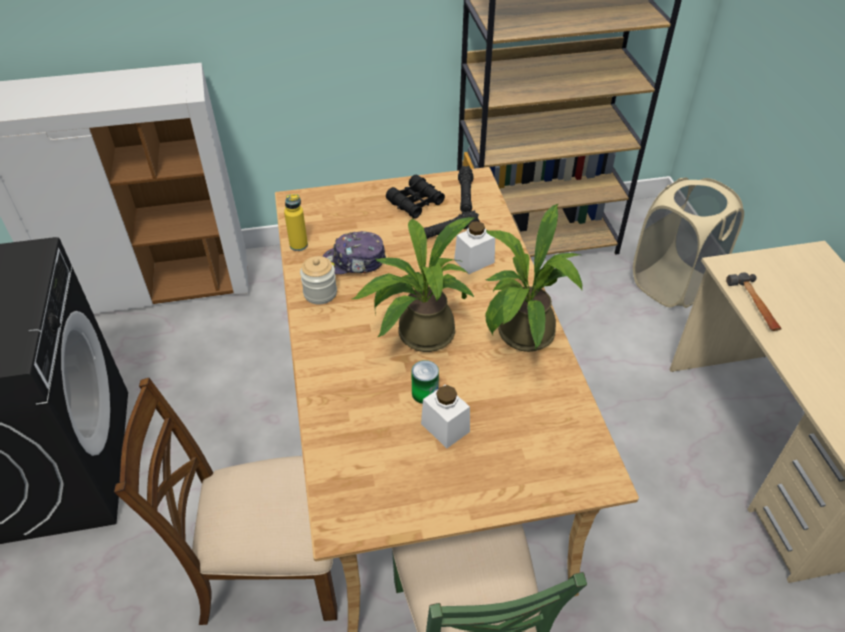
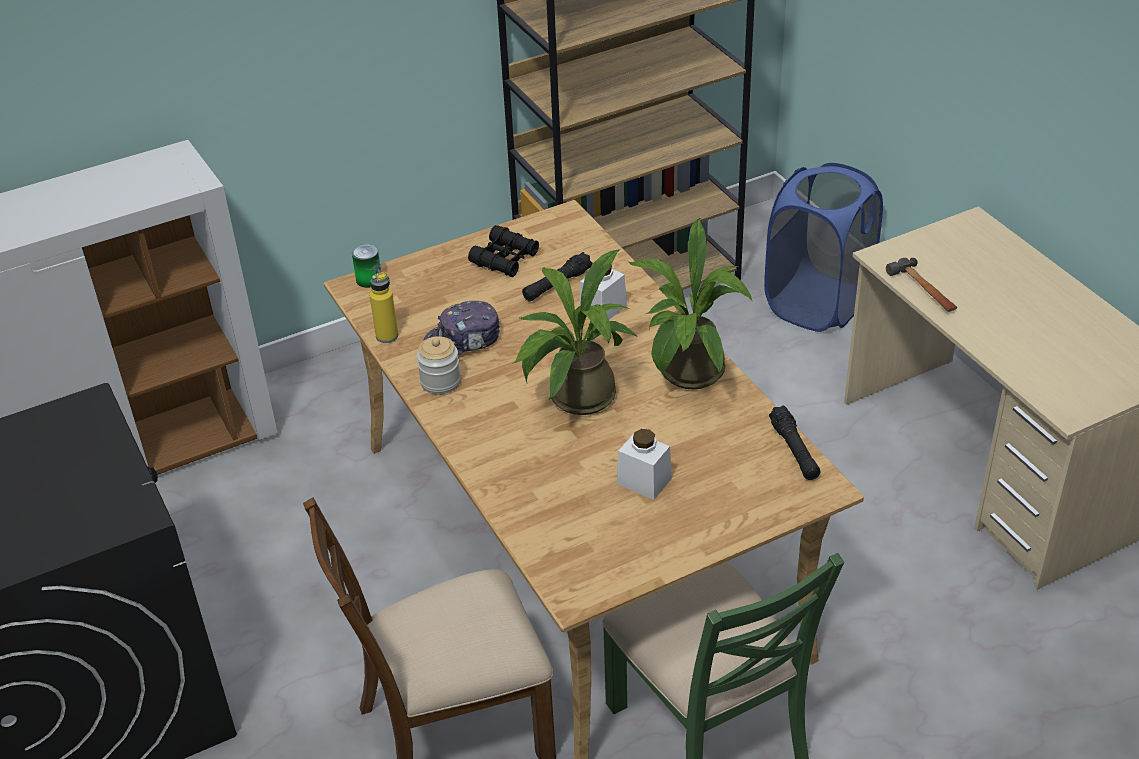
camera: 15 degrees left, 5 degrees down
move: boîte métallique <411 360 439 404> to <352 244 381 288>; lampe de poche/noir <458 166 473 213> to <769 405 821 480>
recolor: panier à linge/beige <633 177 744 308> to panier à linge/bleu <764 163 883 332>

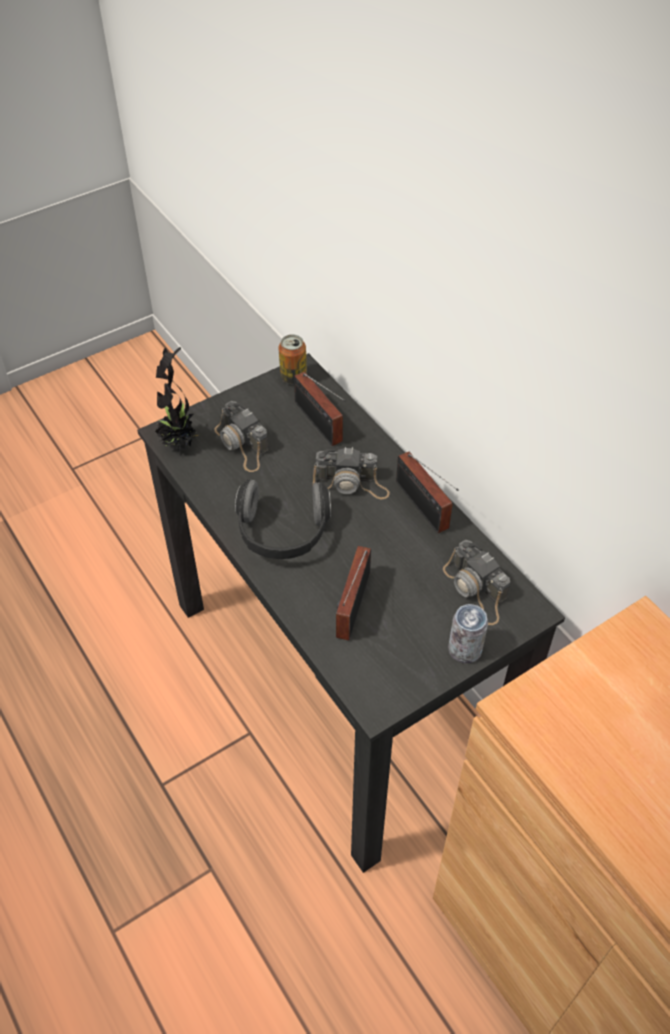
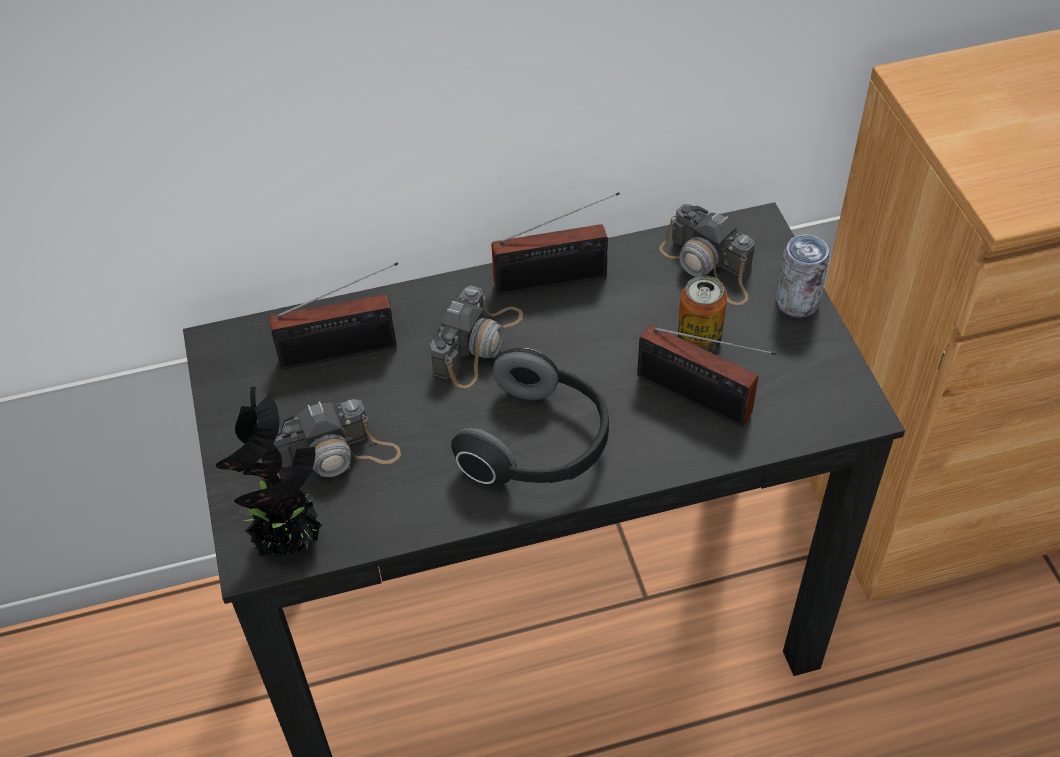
camera: 70 degrees left, 0 degrees up
move: boîte métallique <278 334 307 384> to <677 276 727 353>
rotate: appareil photo <443 540 510 625> = <659 204 755 305> 60 degrees clockwise

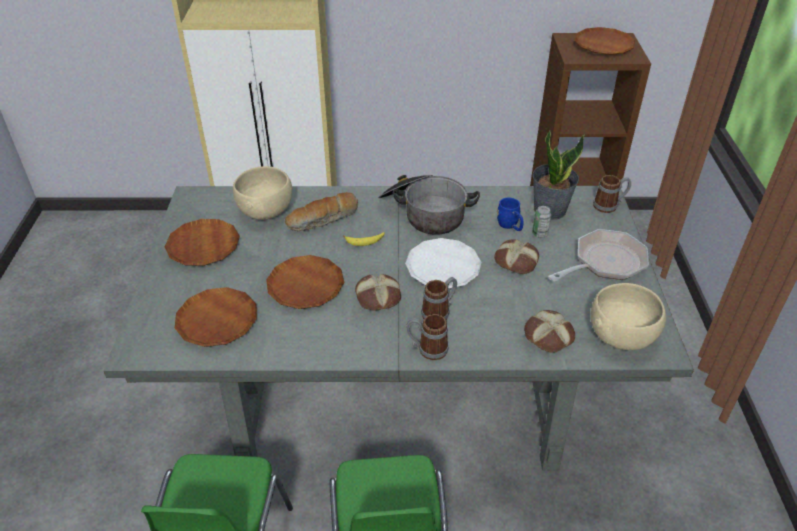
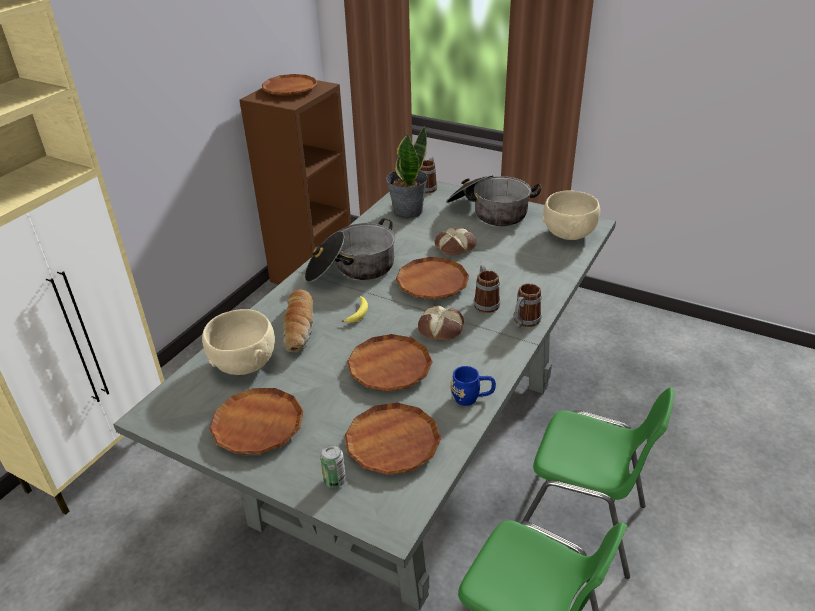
camera: 60 degrees left, 5 degrees down
delete: pain <524 310 575 353>
move: mug/bleu <497 197 524 231> to <450 366 496 406>; boîte métallique <532 206 552 238> to <320 445 346 488>
replace: poêle <548 229 649 282> to marmite <446 175 542 226>
recolor: assiette/blanc <405 238 481 289> to assiette/marron <396 257 469 300>

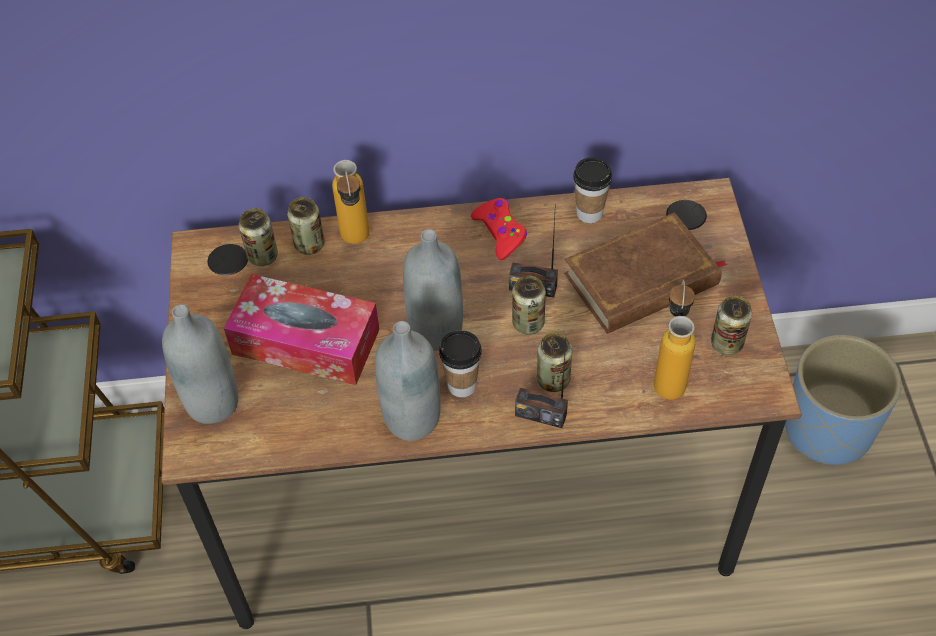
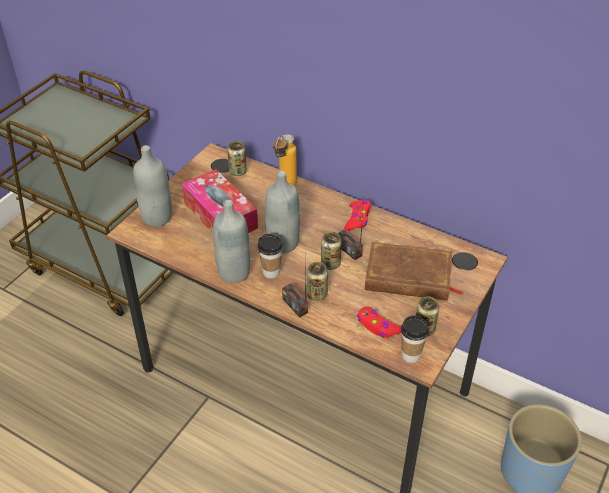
camera: 35 degrees right, 10 degrees down
delete: boîte métallique <287 197 325 255>
move: tasse <573 157 612 223> to <401 316 429 363>
replace: bouteille <654 279 696 400> to manette/rouge <357 307 402 338>

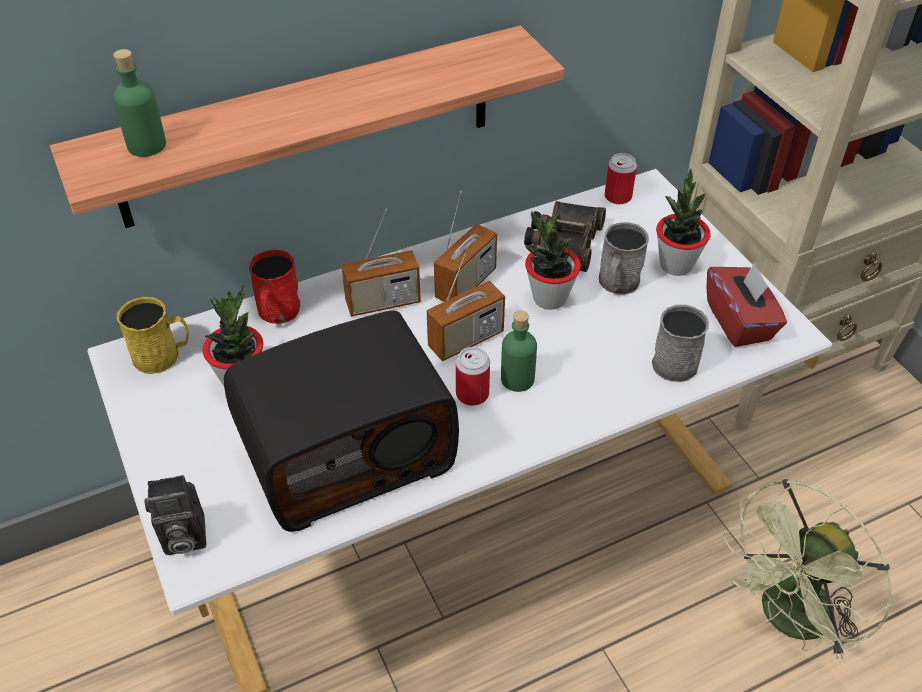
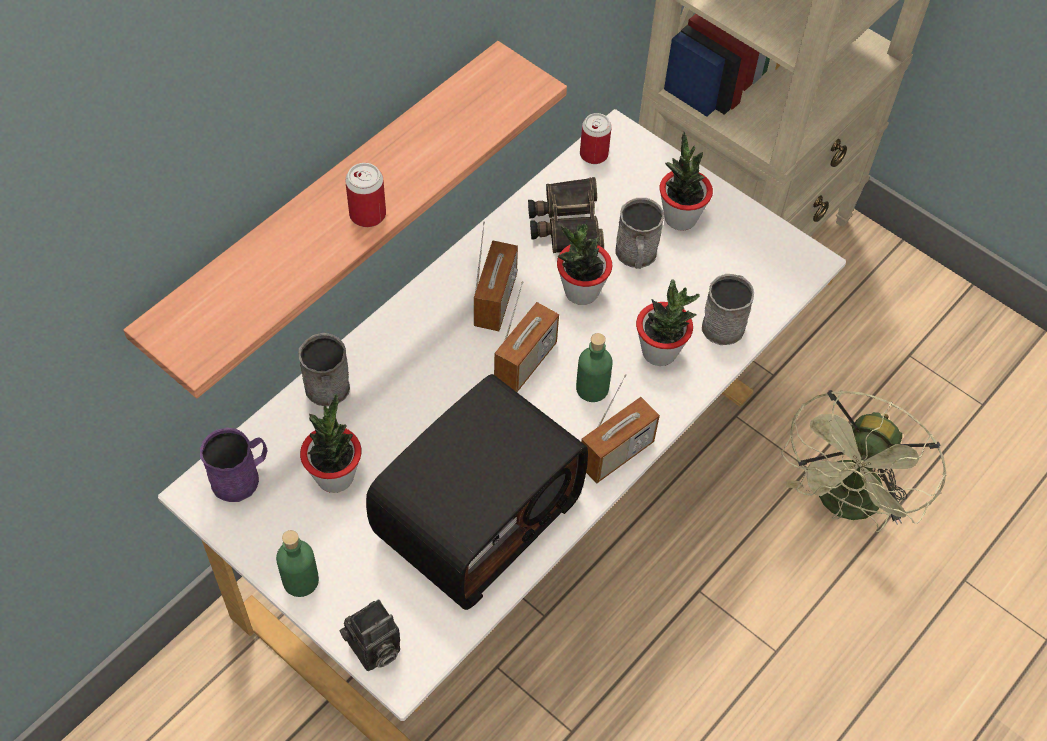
camera: 25 degrees left, 10 degrees up
delete: boîte à mouchoirs/rouge <707 262 787 347>
insert: plante en pot <636 279 700 366>
move: bouteille/vert <113 49 166 157> to <276 530 319 597>; radio <341 208 421 317> to <581 374 660 483>; boîte métallique <456 347 490 406> to <345 163 386 227>
recolor: mug/jaune <117 297 189 374> to mug/violet <200 427 267 502>; mug/rouge <249 250 300 324> to mug/gris <299 333 350 407>

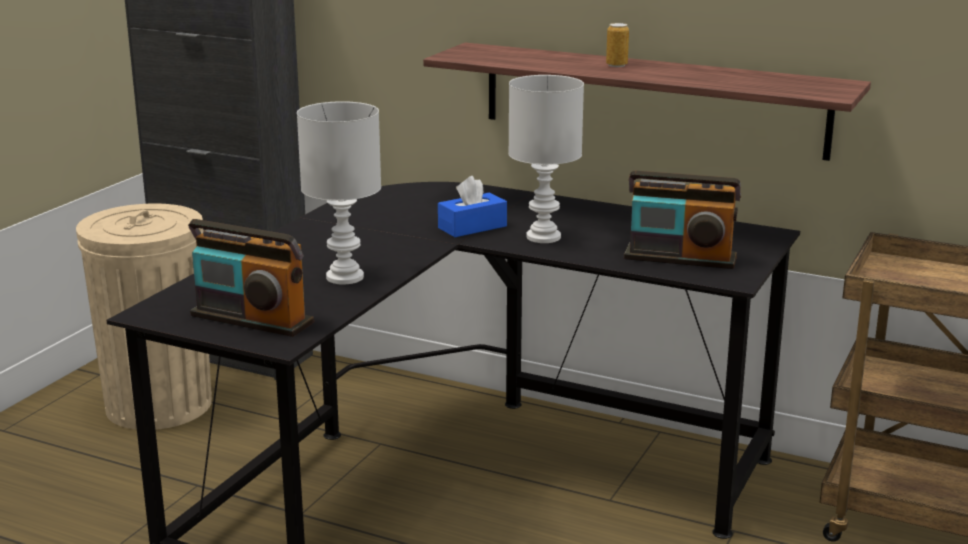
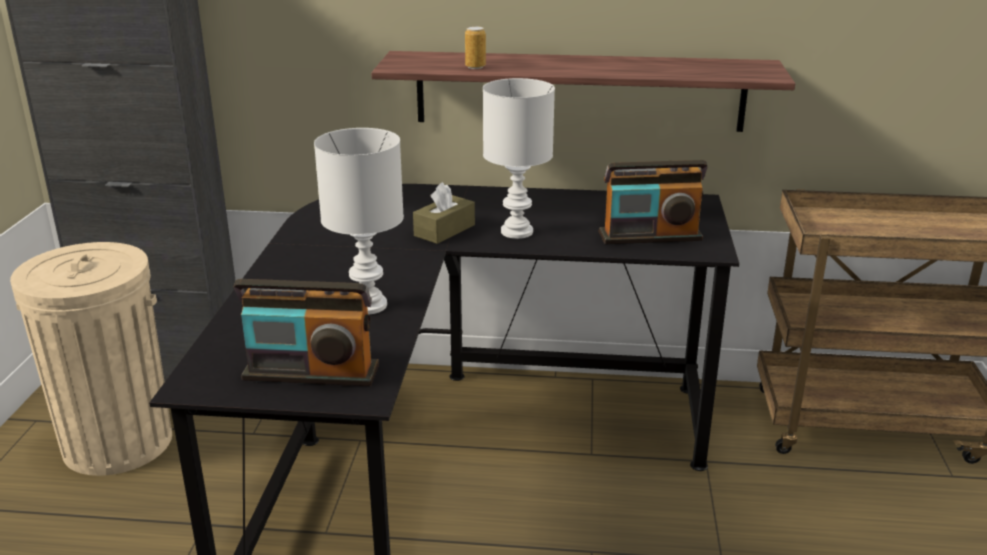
camera: 20 degrees left, 5 degrees up
move: boîte métallique <606 23 629 67> to <465 26 486 69>
recolor: boîte à mouchoirs/bleu <438 176 507 237> to boîte à mouchoirs/marron <413 182 475 244>

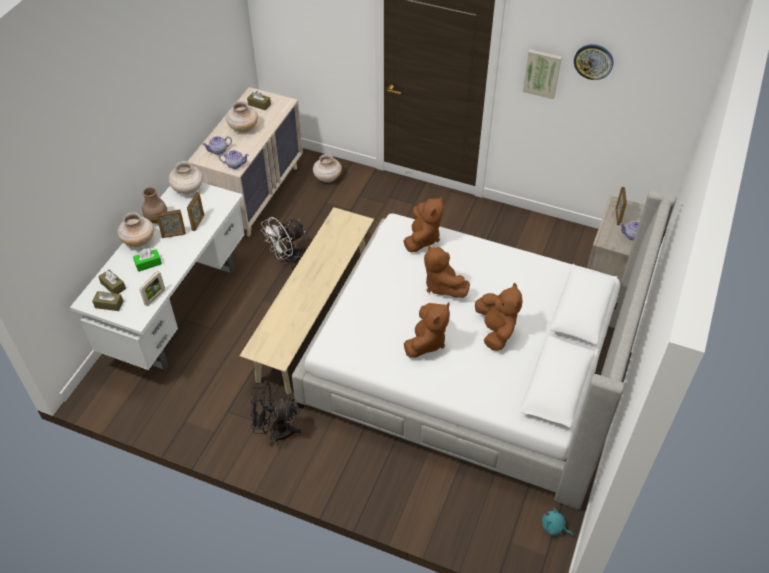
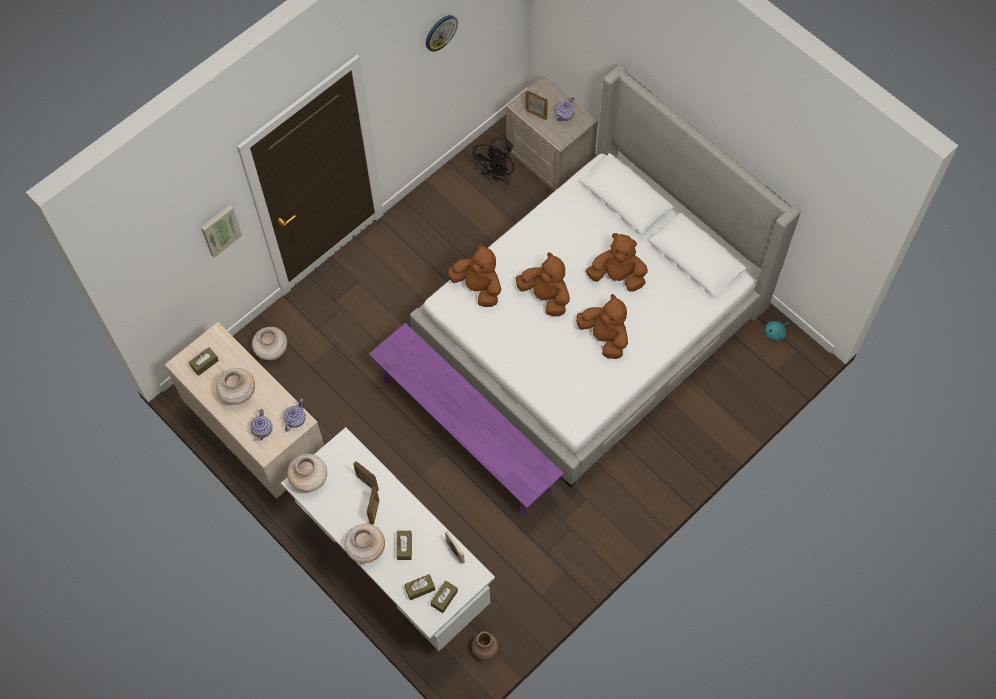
camera: 65 degrees left, 15 degrees up
delete: ventilateur/blanc <261 217 306 269>
move: vase/marron <142 187 167 224> to <472 632 499 660>; ventilateur/noir <250 383 302 446> to <469 135 514 185>; tableau <523 49 562 99> to <201 205 242 258>
recolor: boîte à mouchoirs/vert <133 248 162 272> to boîte à mouchoirs/marron <396 531 412 560>; banc/beige <240 207 374 395> to banc/violet <369 323 564 516>
rotate: peluche/marron <424 244 470 298> = <516 252 570 316> 135 degrees counterclockwise

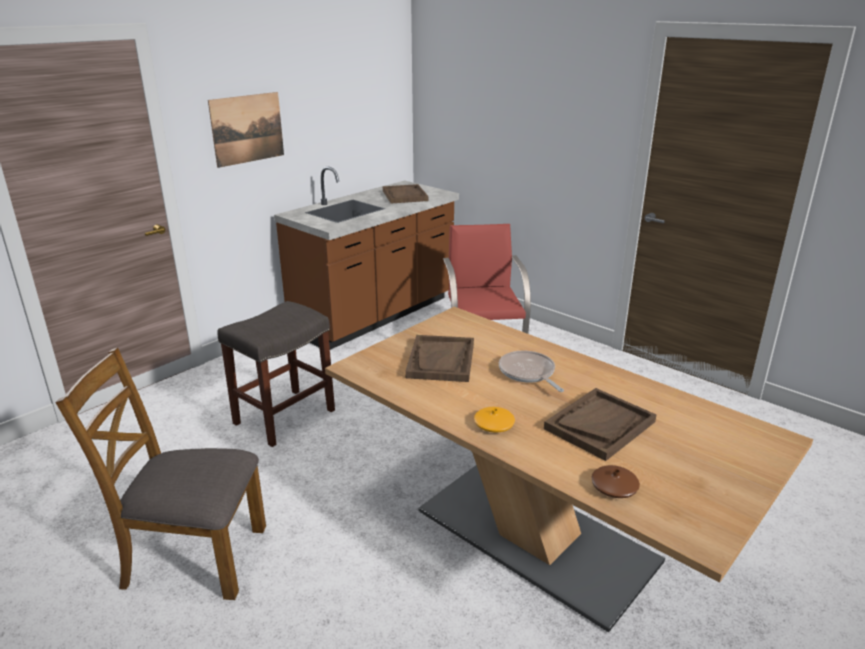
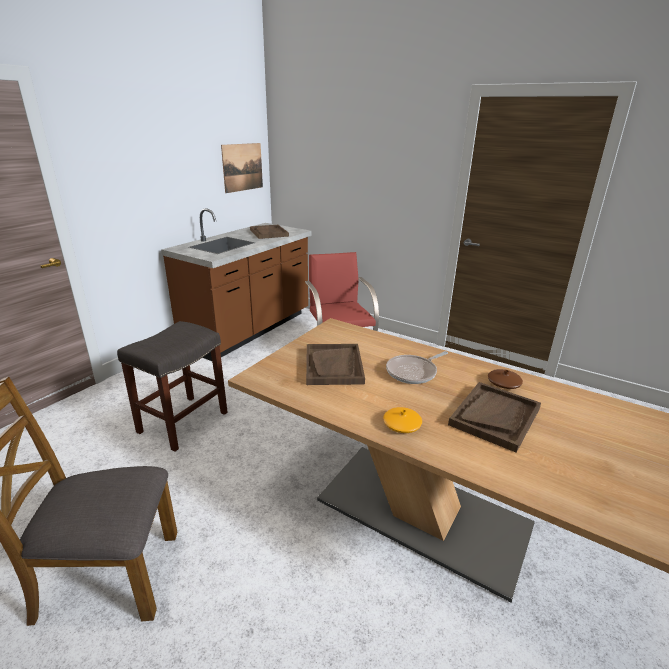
camera: 10 degrees left, 0 degrees up
move: tableau <208 92 284 168> to <221 143 263 193>; vase/marron <592 465 640 498> to <488 369 523 389>
rotate: poêle <499 351 564 392> = <386 351 448 384> 90 degrees counterclockwise

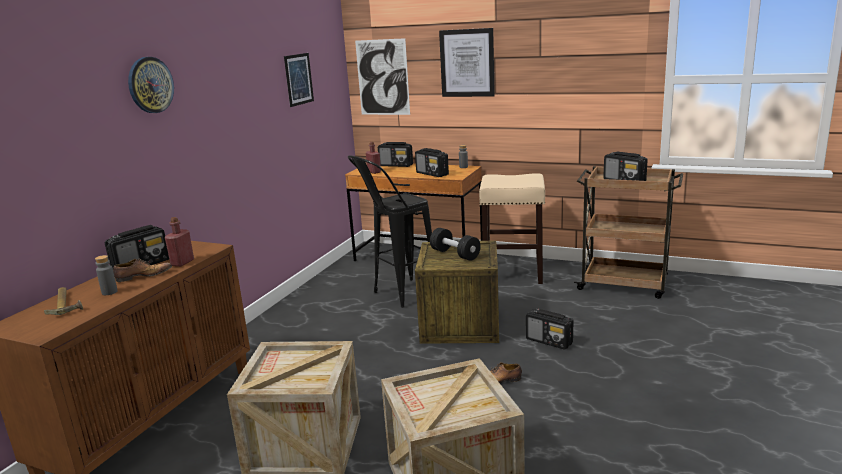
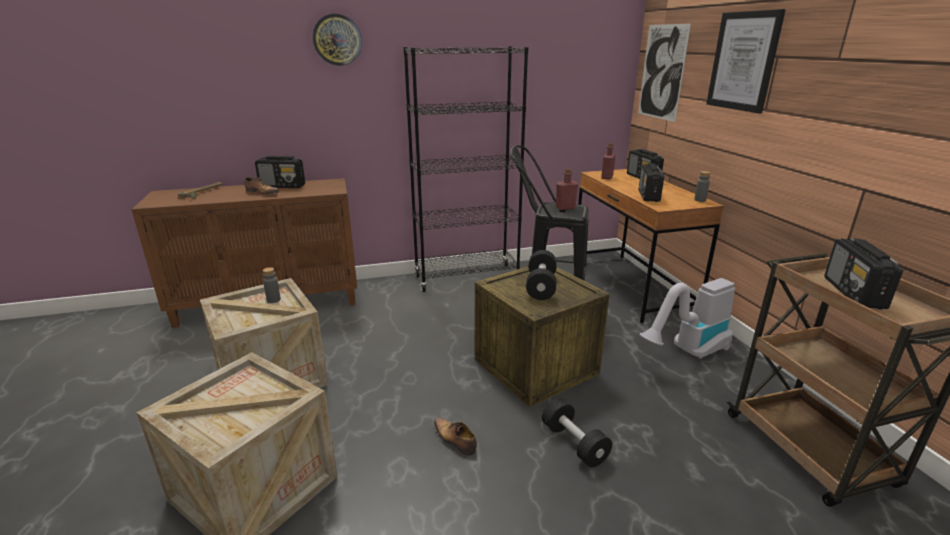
camera: 50 degrees right, 5 degrees up
delete: tableau <284 53 314 107>
insert: bibliothèque/noir <403 46 528 292>
move: bouteille/gris <95 255 118 295> to <262 267 281 303>; bouteille/rouge <165 217 194 267> to <556 168 578 210>
replace: tabouret/beige <479 173 545 284> to aspirateur <640 278 735 359>; radio <526 309 573 350> to haltère/noir <542 398 612 467>

